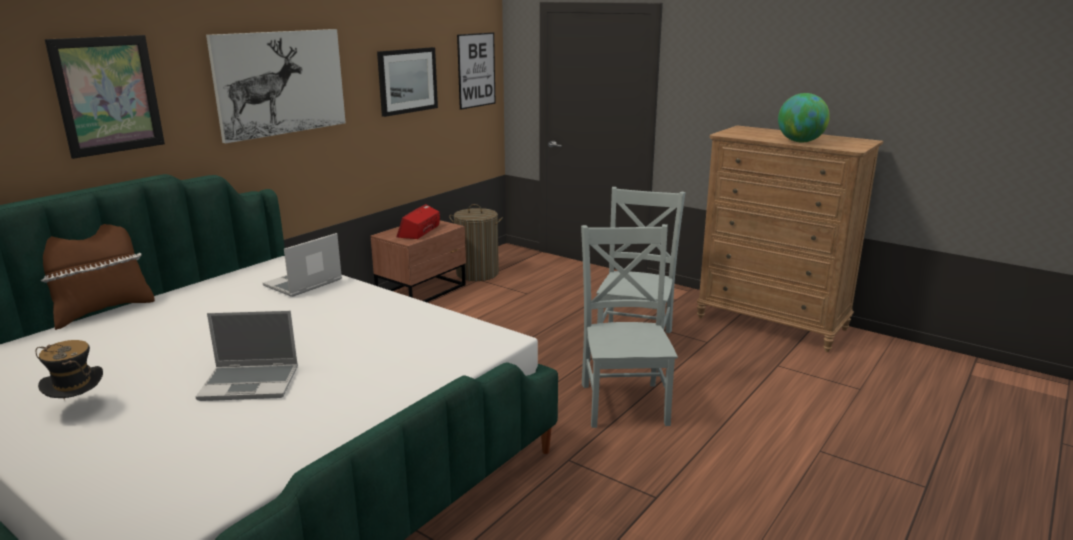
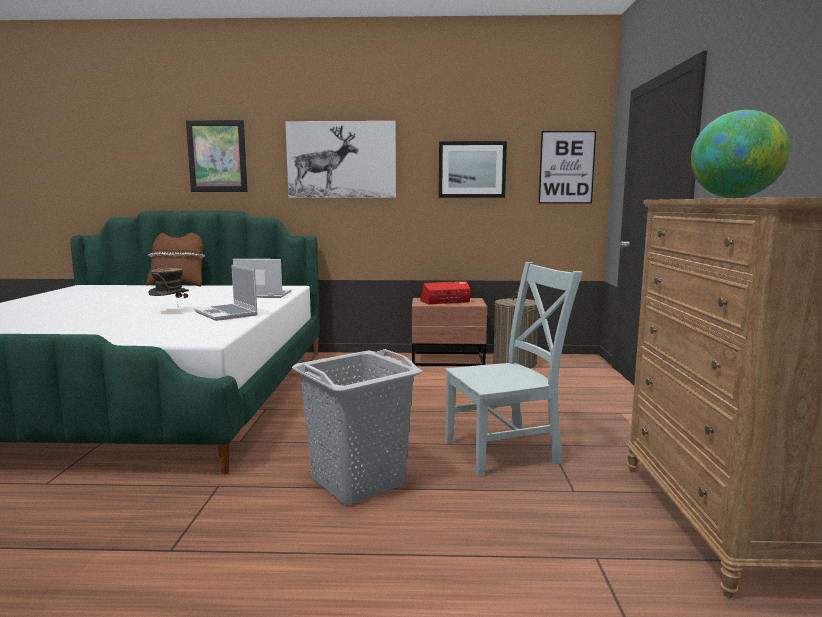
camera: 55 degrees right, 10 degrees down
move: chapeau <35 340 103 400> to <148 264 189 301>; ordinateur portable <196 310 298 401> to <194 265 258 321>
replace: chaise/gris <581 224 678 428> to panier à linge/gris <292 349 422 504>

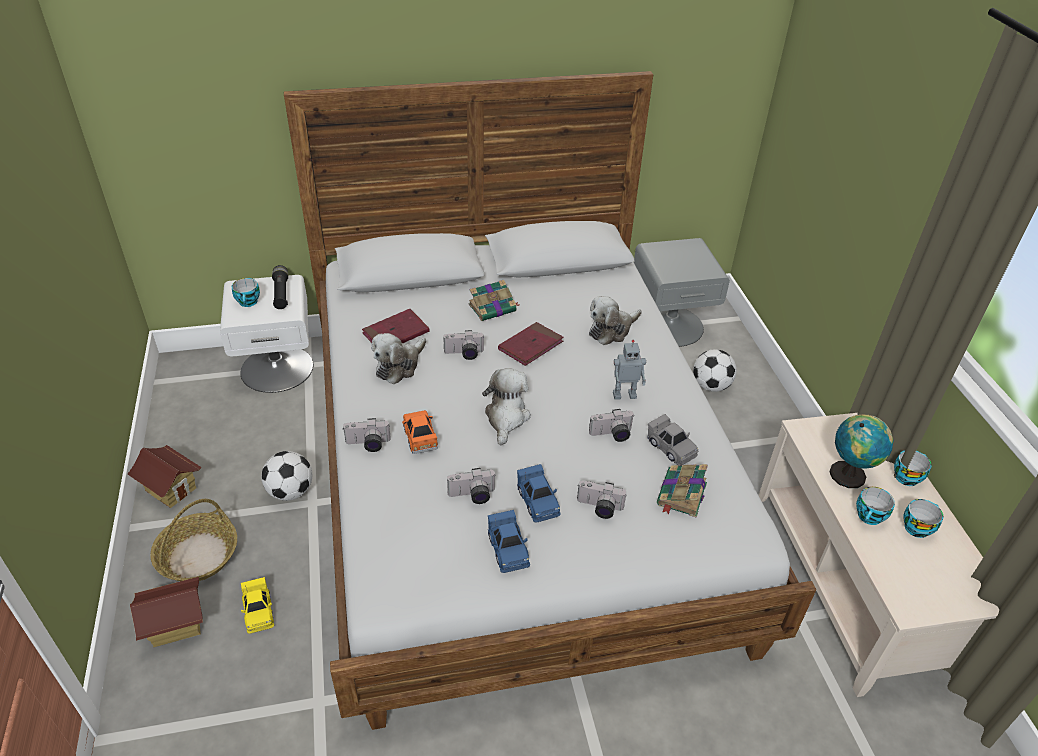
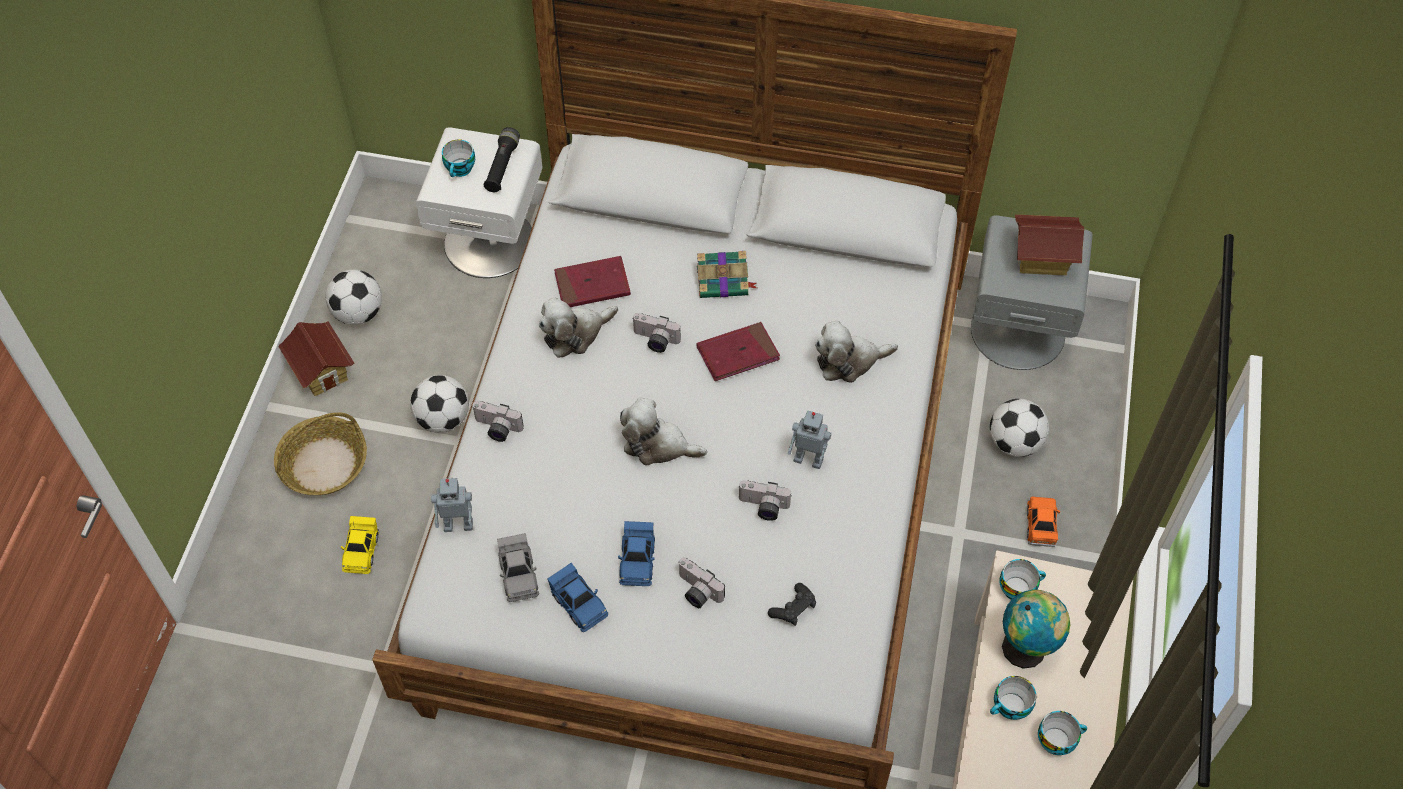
camera: 25 degrees right, 15 degrees up
delete: appareil photo <447 468 496 504>
insert: ballon de foot <325 270 382 325>; robot jouet <431 478 473 532>
move: maison miniature <130 577 203 648> to <1015 214 1084 276>; petite voiture/orange <402 410 438 454> to <1027 497 1060 547>; petite voiture/gris <647 414 698 466> to <497 533 539 602>; tasse <894 450 932 486> to <999 559 1046 600>
replace: livre <657 464 708 518> to manette/noir <768 583 816 626>
rotate: peluche <482 368 531 445> = <620 397 707 465> 105 degrees counterclockwise; petite voiture/bleu <488 510 530 573> = <548 563 608 632> 45 degrees counterclockwise

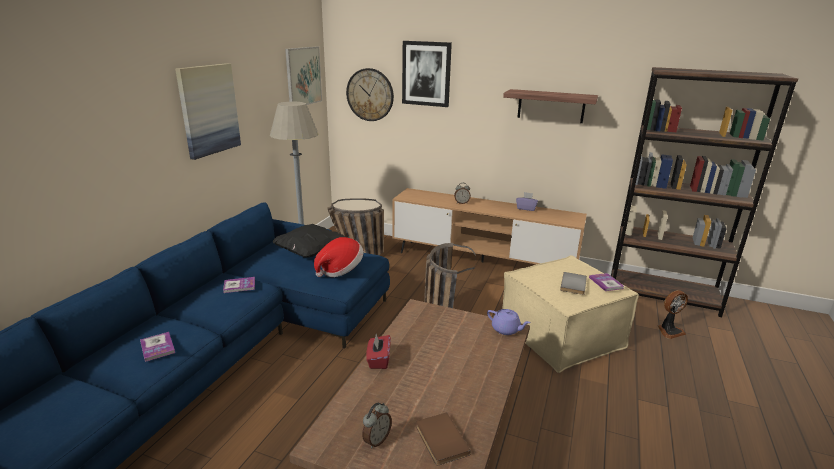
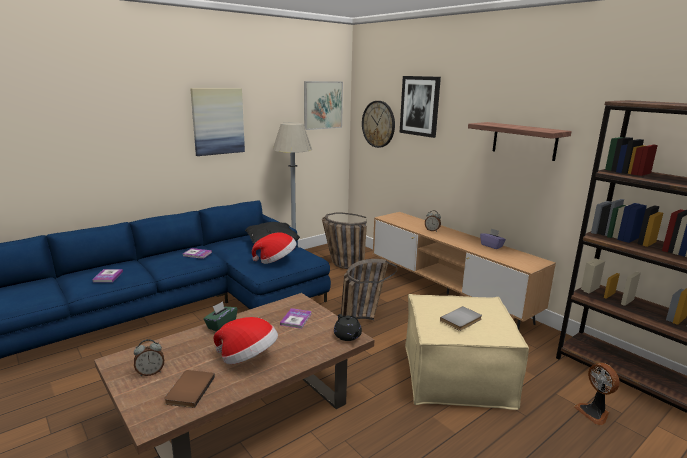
camera: 30 degrees right, 5 degrees down
insert: chapeau <213 317 278 364>
move: livre <589 273 624 291> to <280 308 312 329>
recolor: boîte à mouchoirs/rouge <366 334 391 369> to boîte à mouchoirs/vert <204 301 238 332>; théière/violet <487 309 531 335> to théière/noir <334 314 362 341>
rotate: ventilateur <658 290 688 339> = <574 363 620 425> 60 degrees clockwise

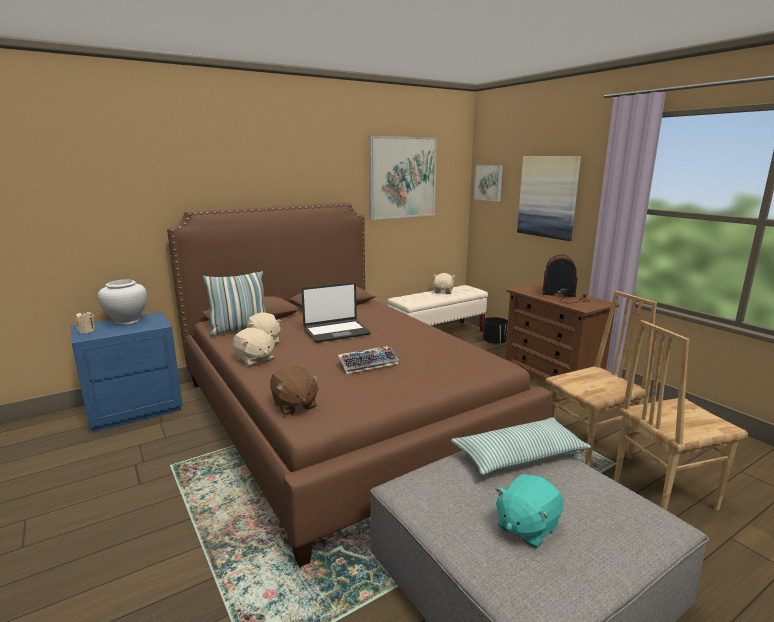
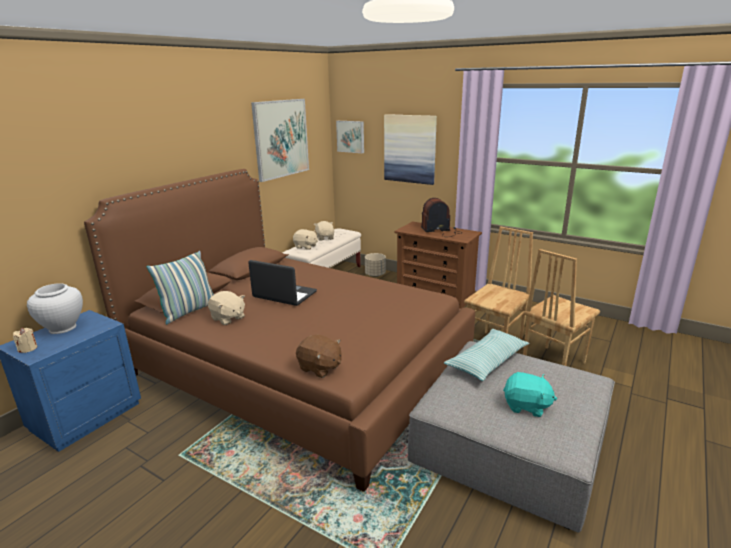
camera: 25 degrees left, 5 degrees up
delete: clavier <338 346 399 374>
move: peluche/beige <233 328 275 366> to <293 229 318 250>
recolor: cache-pot/noir <483 317 508 345> to cache-pot/beige <365 253 386 277>
rotate: ordinateur portable <301 282 371 343> = <248 260 317 306> 105 degrees counterclockwise; peluche/turquoise <495 474 563 548> = <503 372 557 417> 90 degrees counterclockwise

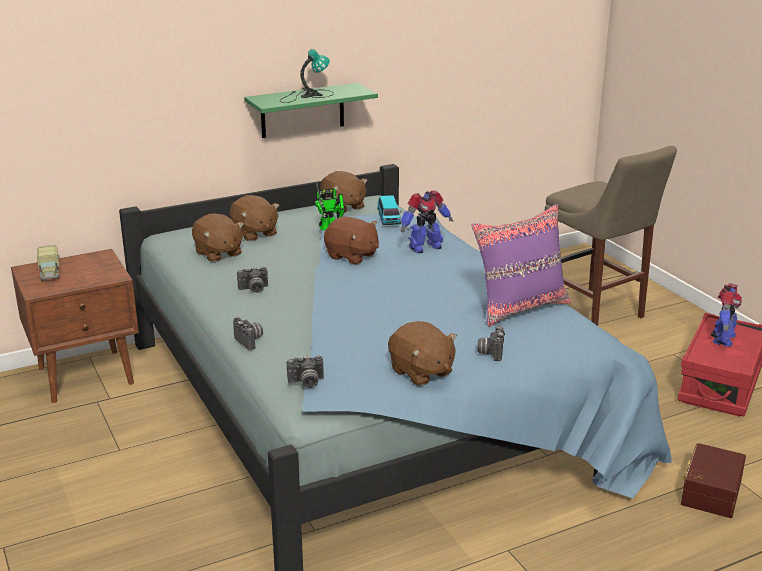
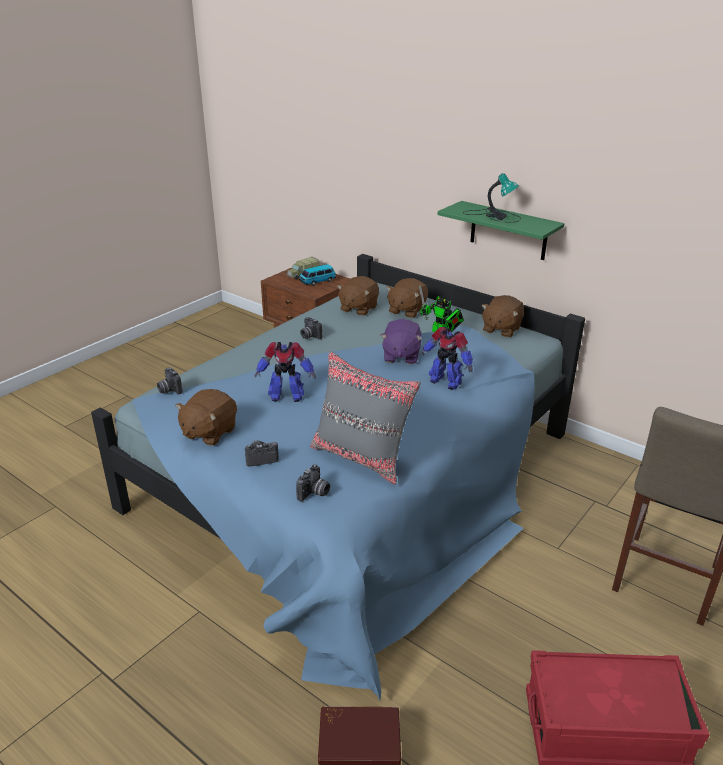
camera: 65 degrees right, 5 degrees up
move: appareil photo <233 317 263 350> to <296 464 330 502>; petite voiture <377 196 401 225> to <299 264 336 286>; robot jouet <711 283 742 347> to <255 342 316 402>
recolor: peluche/marron <324 216 379 264> to peluche/violet <380 319 422 364>; coussin/violet <472 204 572 327> to coussin/gris <310 351 421 485>

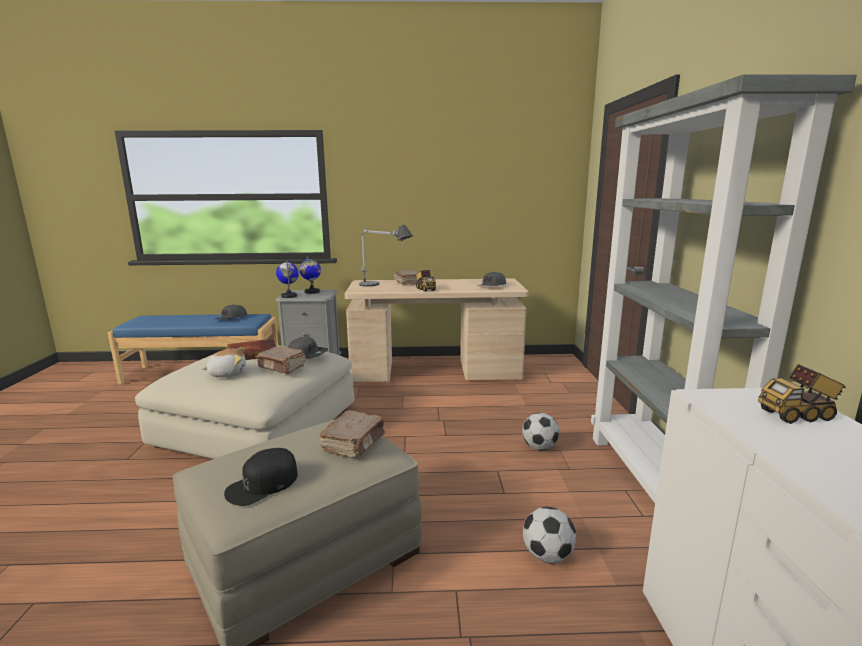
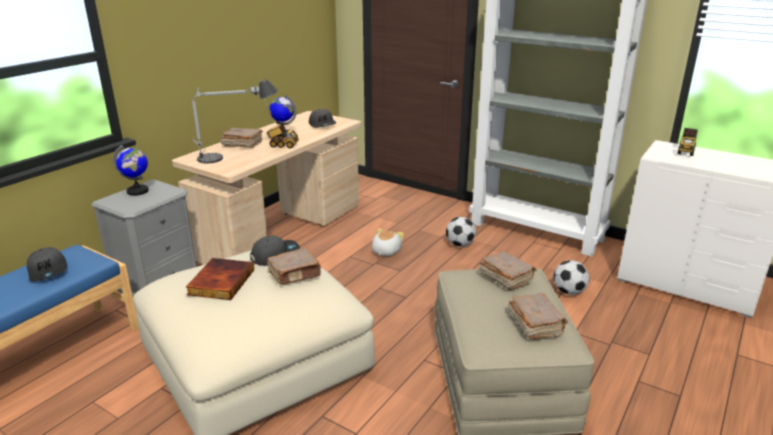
camera: 55 degrees left, 10 degrees up
move: peluche <202 347 246 377> to <372 228 404 256>; globe <276 260 299 298> to <269 95 296 137>
replace: casquette/noir <224 448 298 506> to livre/marron <508 293 568 339>

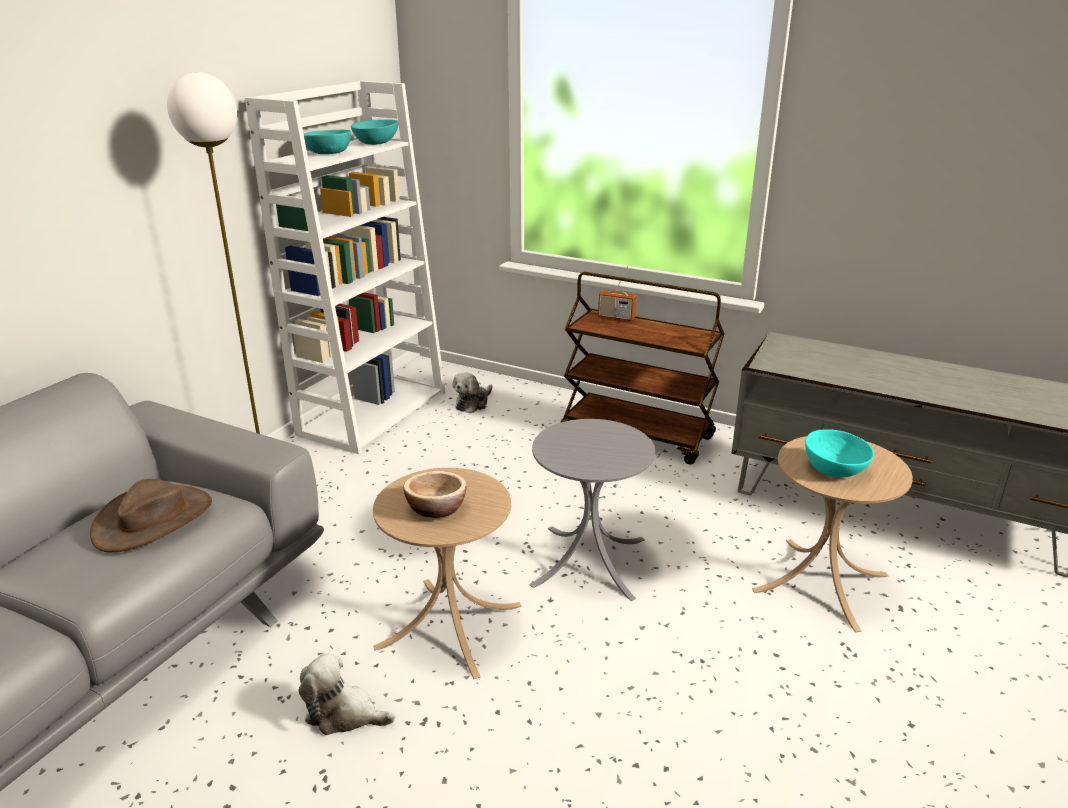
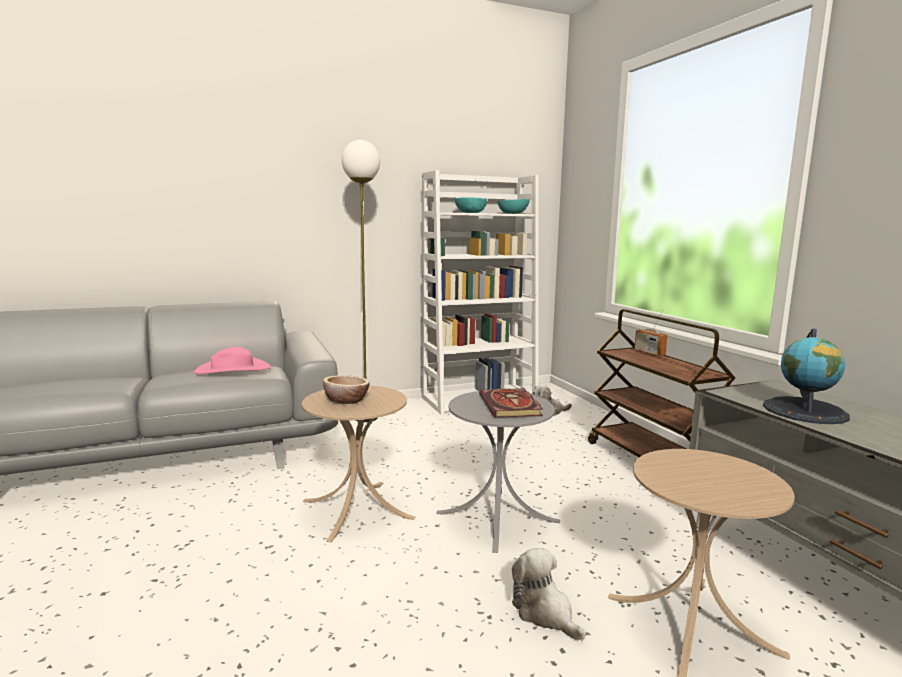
camera: 40 degrees right, 15 degrees down
delete: bol/turquoise <805 429 874 478>
insert: livre <479 388 543 418>; globe <763 328 850 424>
move: peluche <298 653 395 735> to <512 548 586 640>
recolor: chapeau/marron <90 479 212 552> to chapeau/rose <194 347 271 374>

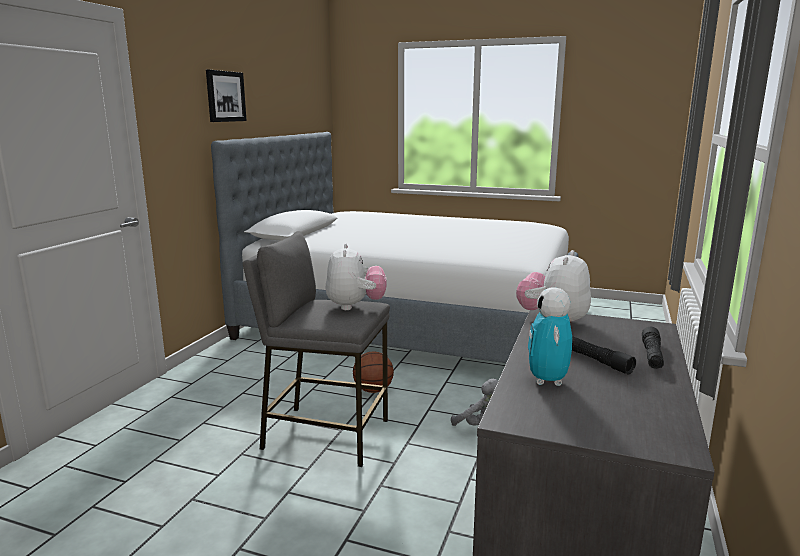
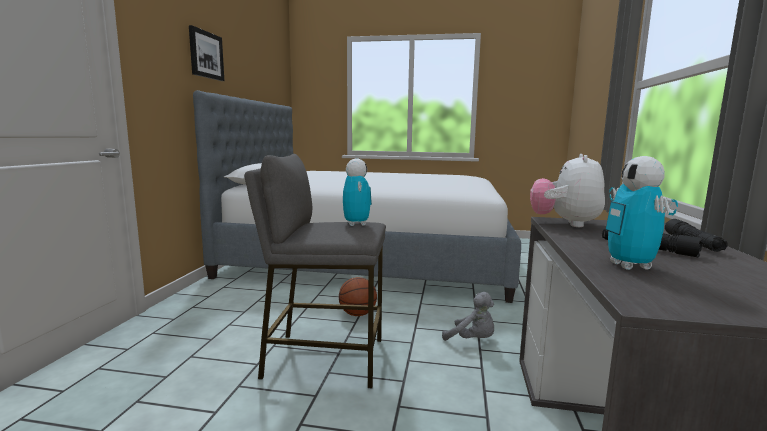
camera: 10 degrees left, 5 degrees down
replace: peluche <326 244 387 310> to robot jouet <343 159 372 226>

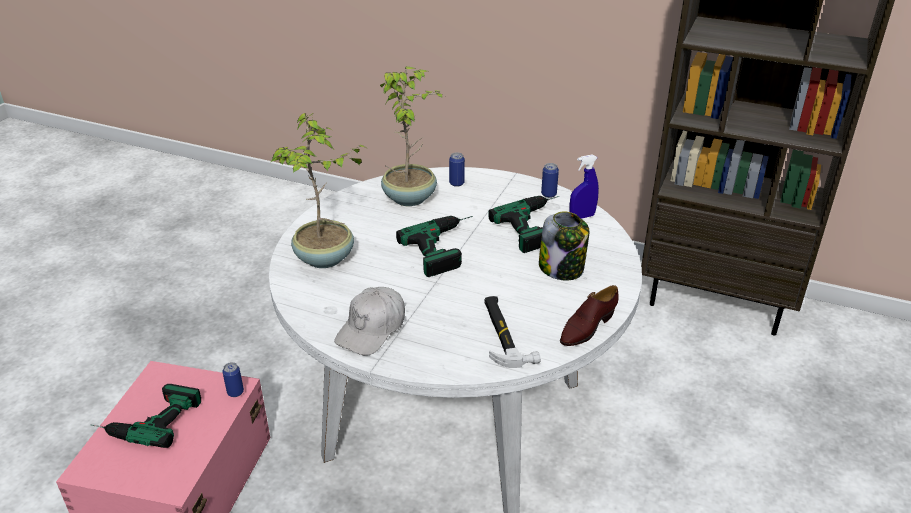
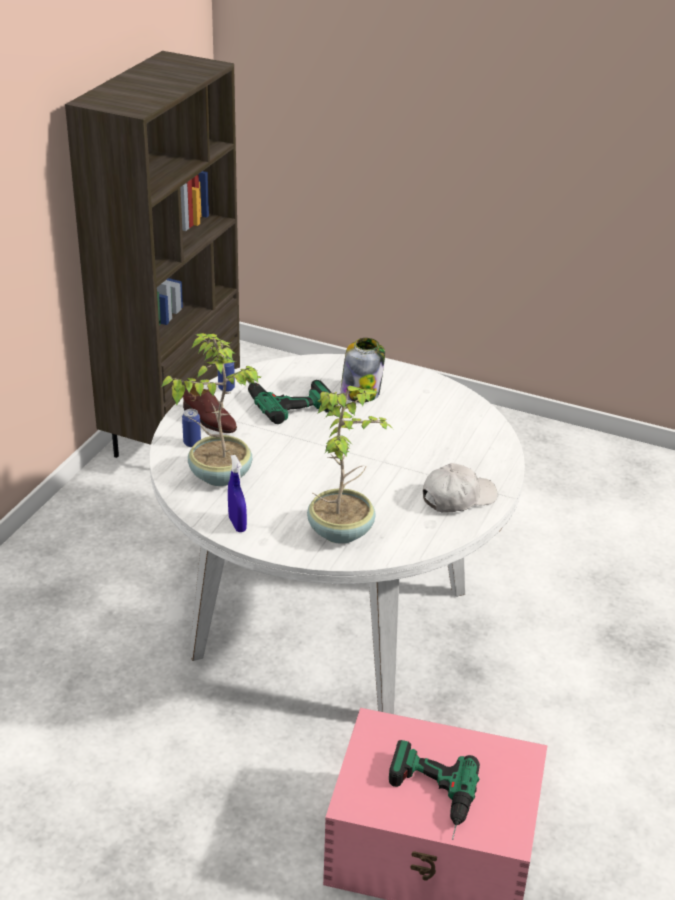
camera: 90 degrees left, 0 degrees up
delete: boîte métallique <222 362 244 397>; perceuse <396 216 473 277>; marteau <484 296 541 368>
move: chaussure/marron <560 285 618 346> to <183 383 237 433>; vaporisateur/bleu <570 154 599 219> to <228 455 247 532>
rotate: casquette/blanc <334 287 405 355> = <423 463 497 513> 60 degrees counterclockwise

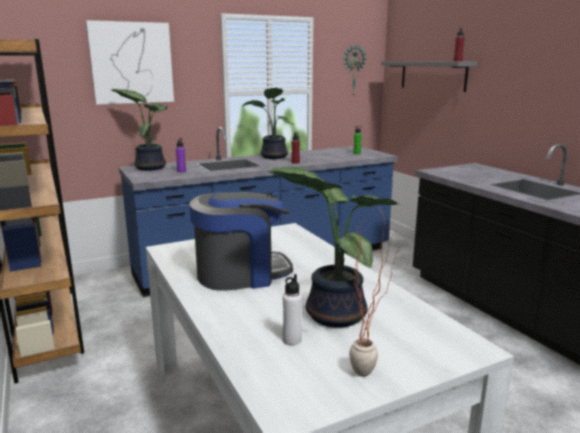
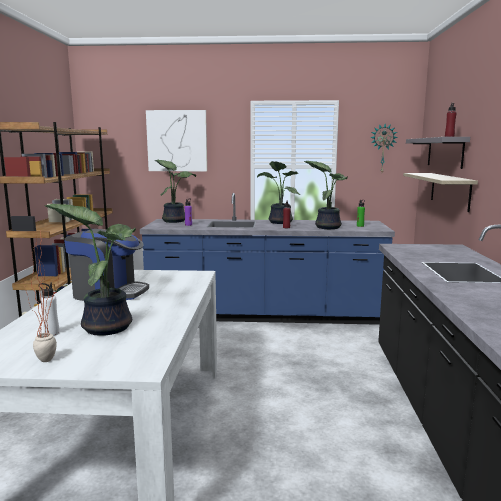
camera: 30 degrees right, 5 degrees down
insert: plante en pot <303 161 348 229>; étagère <403 173 478 212>

